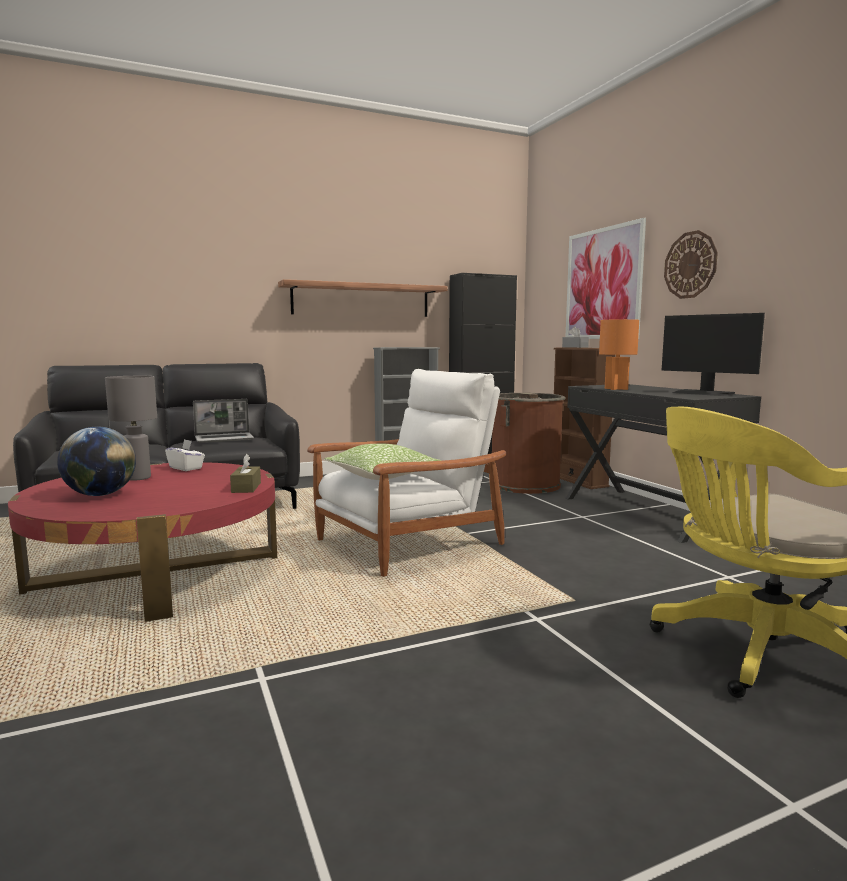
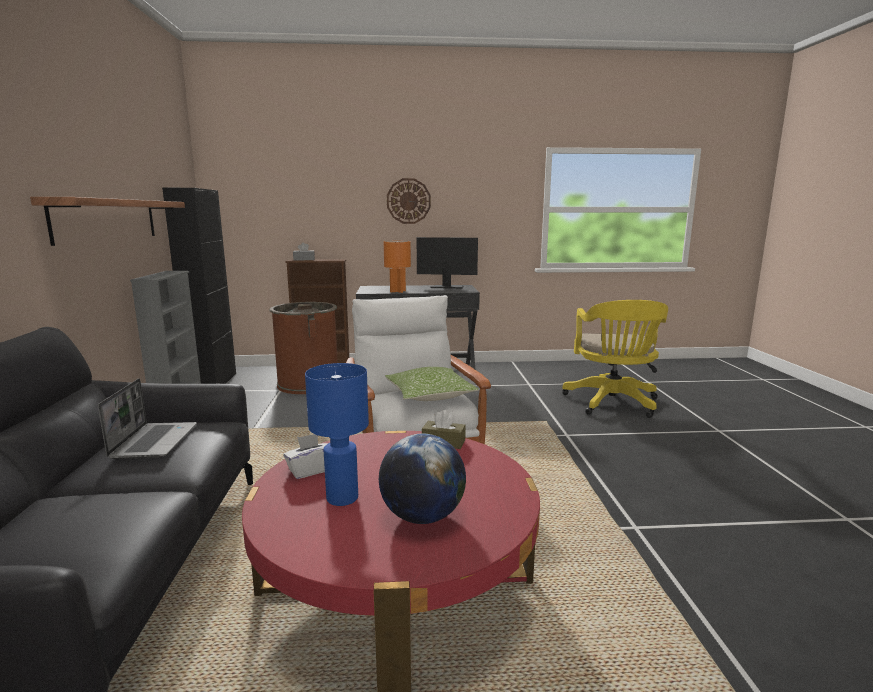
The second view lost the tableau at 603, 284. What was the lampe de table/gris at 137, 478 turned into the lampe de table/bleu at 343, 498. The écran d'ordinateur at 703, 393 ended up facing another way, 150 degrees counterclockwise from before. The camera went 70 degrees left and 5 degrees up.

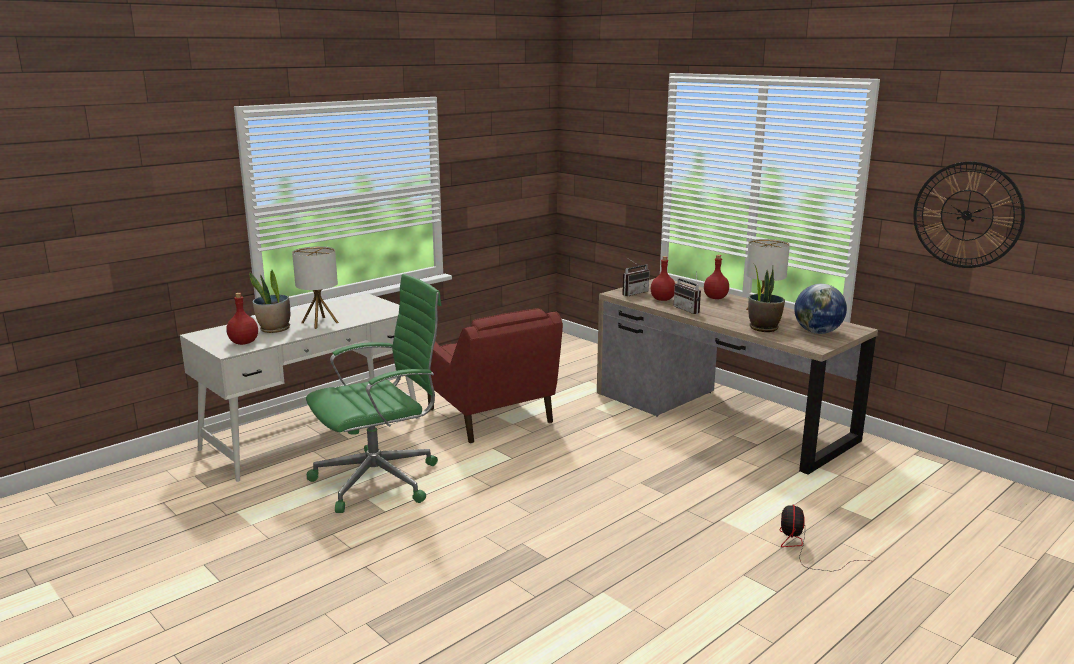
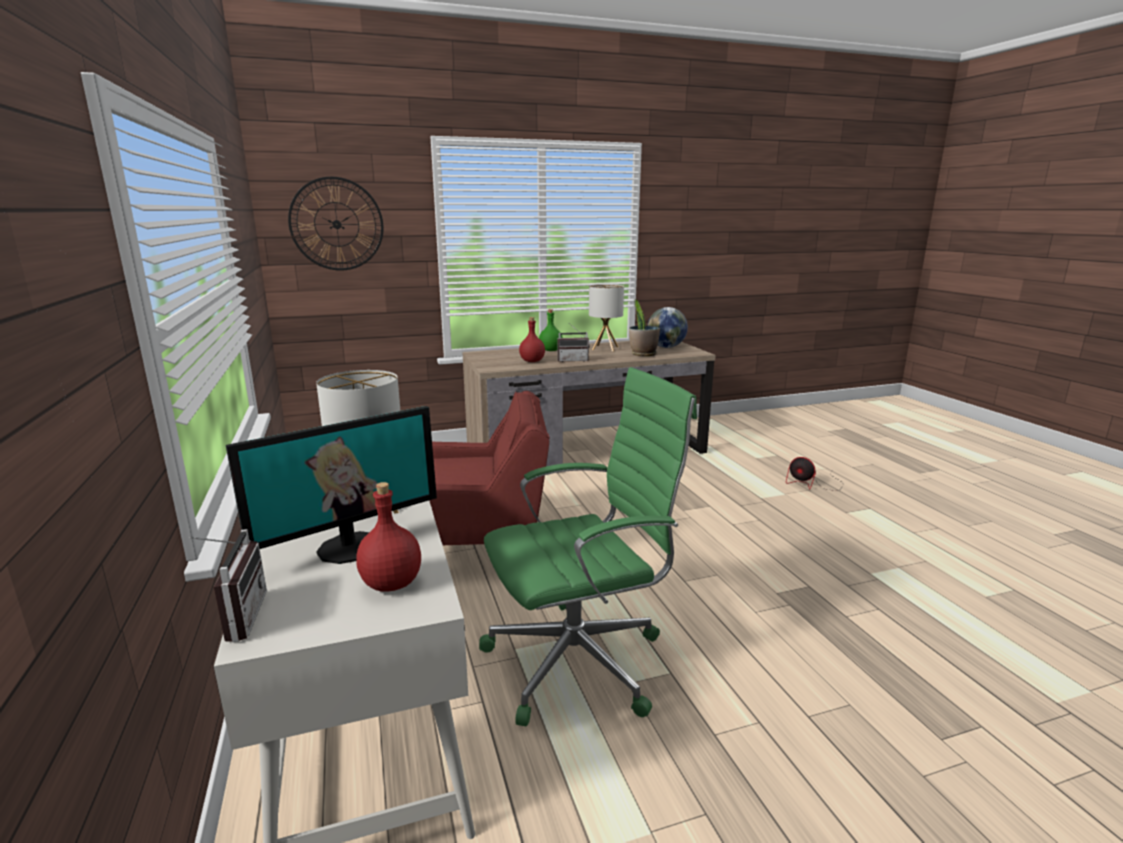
The radio ended up elsewhere, having gone from 633, 293 to 236, 617. The horloge murale ended up elsewhere, having gone from 967, 215 to 336, 224. Where the plante en pot stood at 274, 329, the écran d'ordinateur came to stand at 350, 547. What was the bouteille/rouge at 715, 298 turned into the bouteille/vert at 550, 350. The chaise de bureau/vert at 380, 480 ended up facing another way, 75 degrees clockwise from before. The camera went 65 degrees left and 0 degrees up.

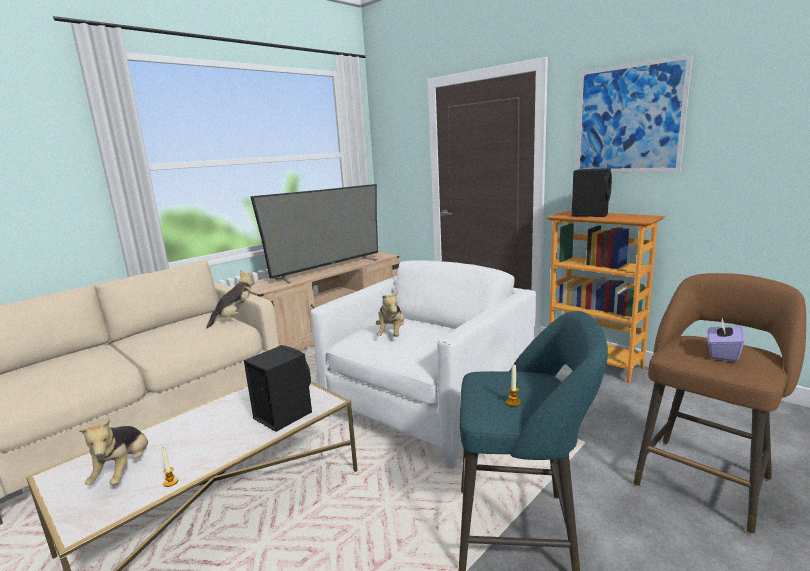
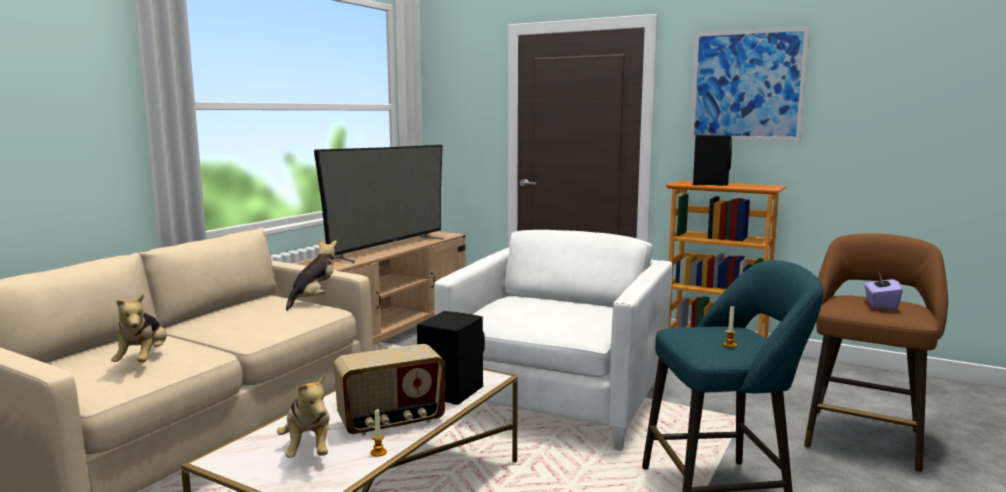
The second view gained the radio at 391, 422. The peluche ended up elsewhere, having gone from 392, 334 to 143, 360. The camera went 15 degrees left and 5 degrees down.

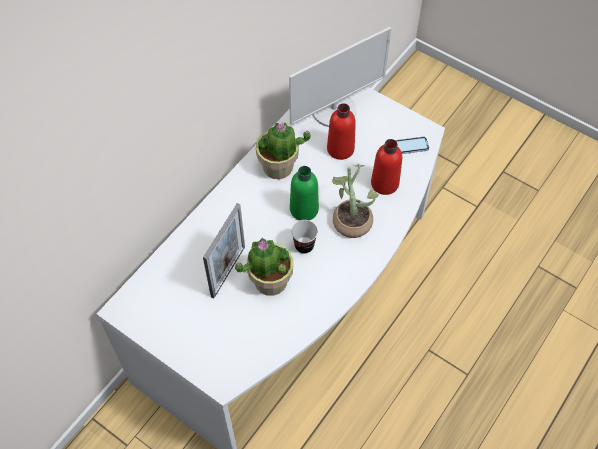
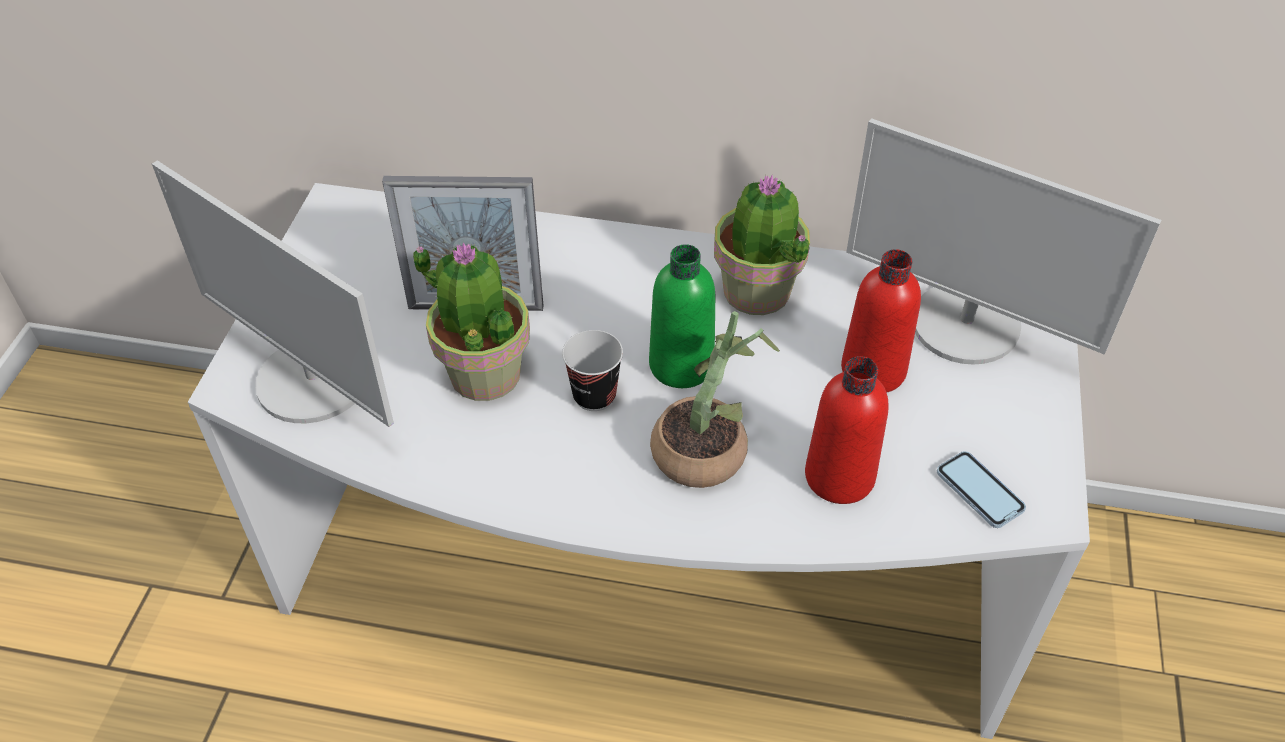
The second view gained the écran d'ordinateur at 313, 381. The camera went 65 degrees right and 10 degrees down.

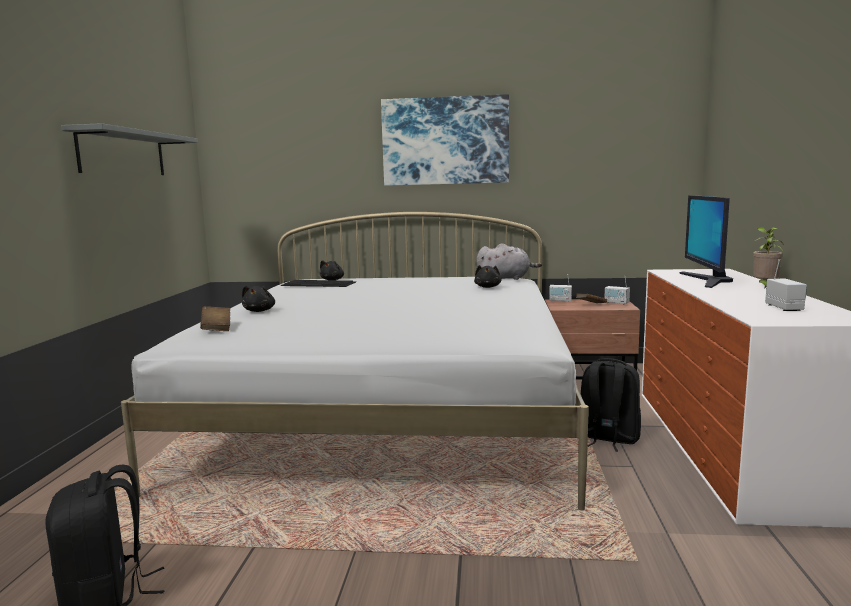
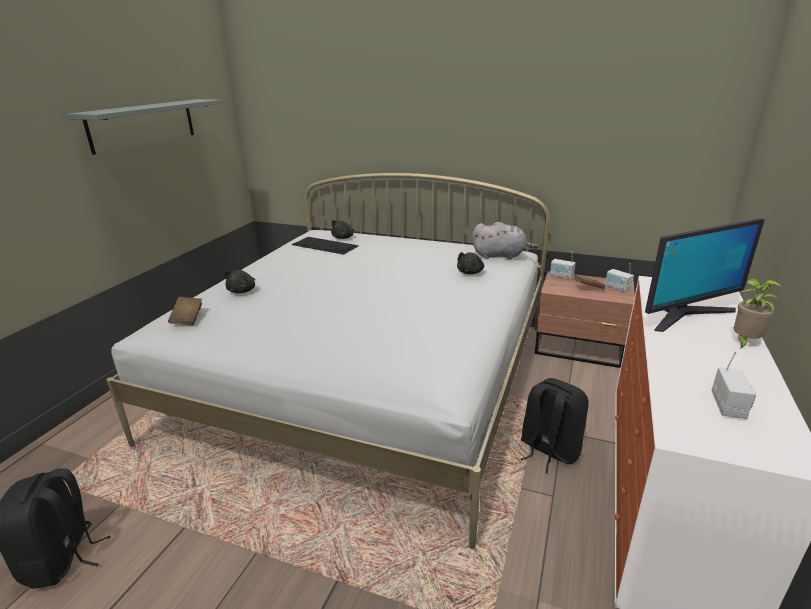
The second view lost the tableau at 445, 141. The écran d'ordinateur at 707, 280 ended up facing another way, 135 degrees counterclockwise from before. The camera went 15 degrees right and 15 degrees up.

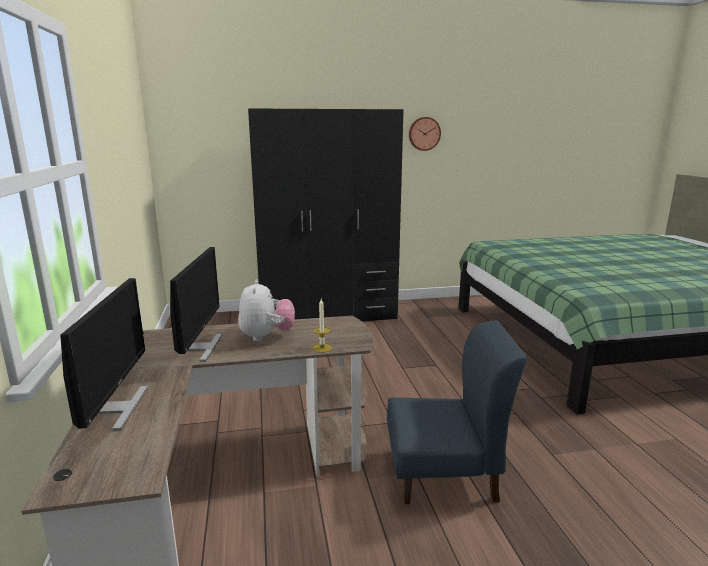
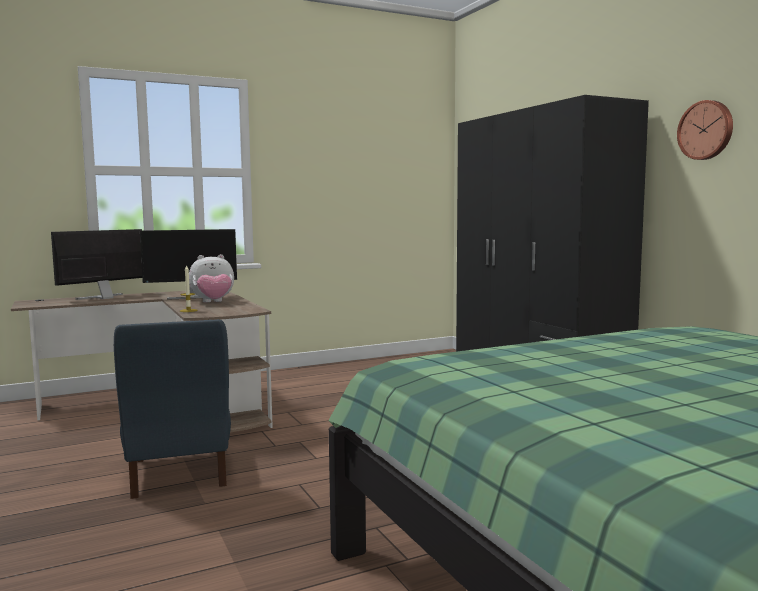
The écran d'ordinateur at 117, 408 ended up facing another way, 150 degrees clockwise from before. The camera went 75 degrees right and 10 degrees down.

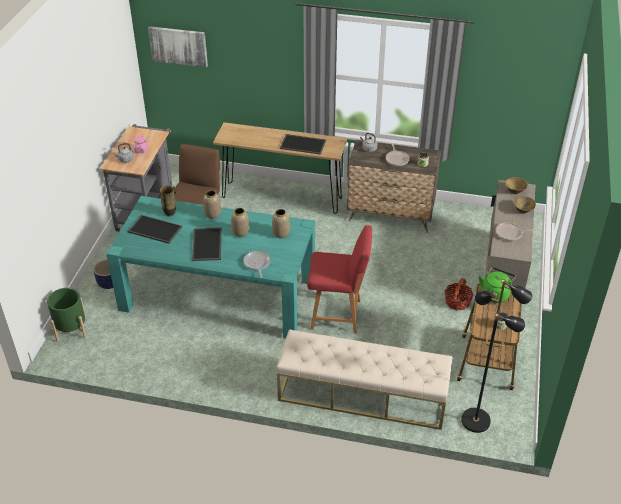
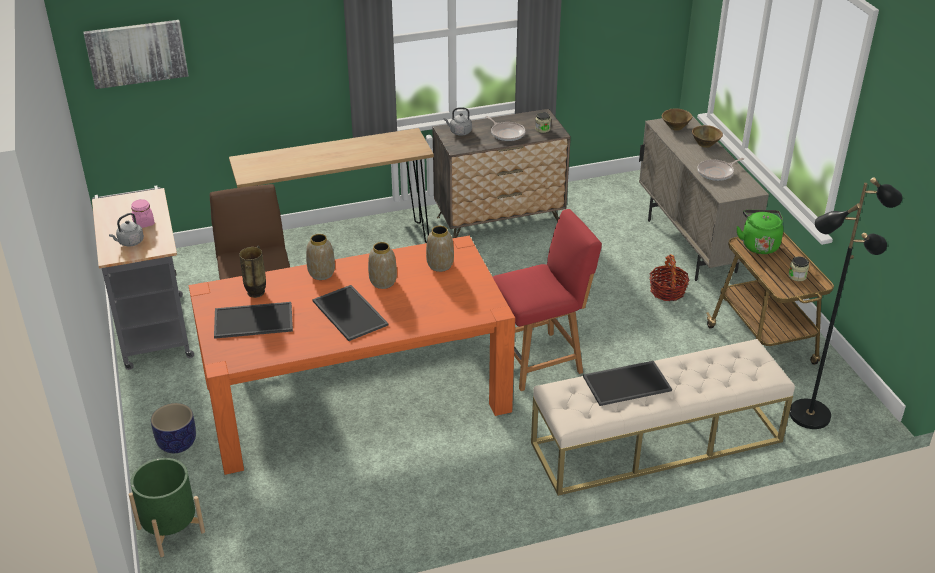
The second view lost the poêle at 257, 263. The plateau ended up elsewhere, having gone from 303, 144 to 627, 382. What was the table à manger/turquoise at 218, 293 turned into the table à manger/orange at 356, 395. The camera went 30 degrees left and 5 degrees down.

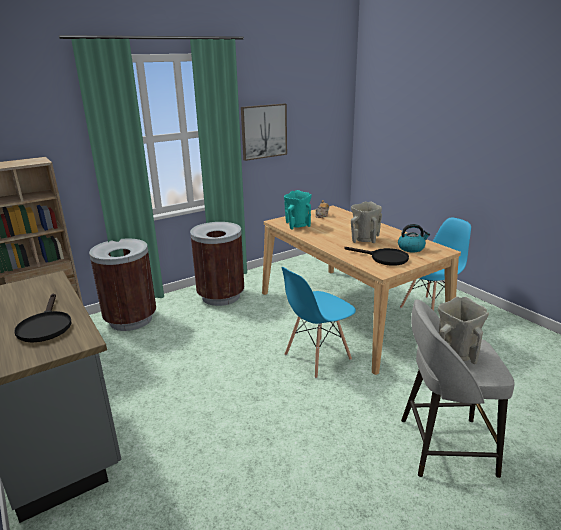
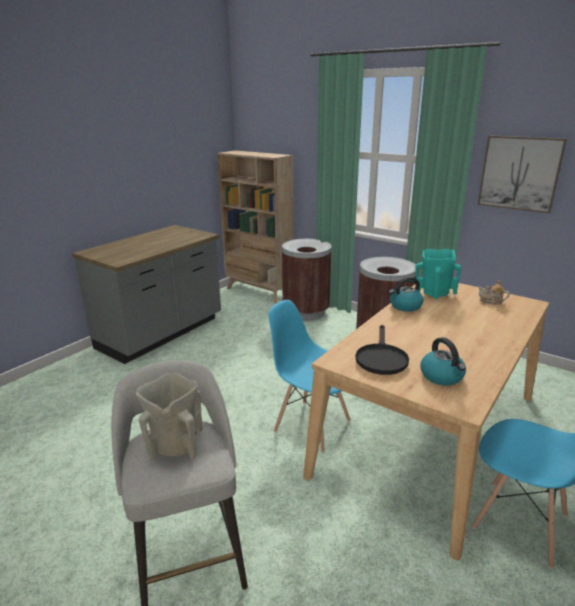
The second view lost the poêle/noir at 45, 326. The second view lost the vase/beige at 364, 240. The second view gained the bouilloire at 405, 306. The camera went 70 degrees right and 0 degrees up.

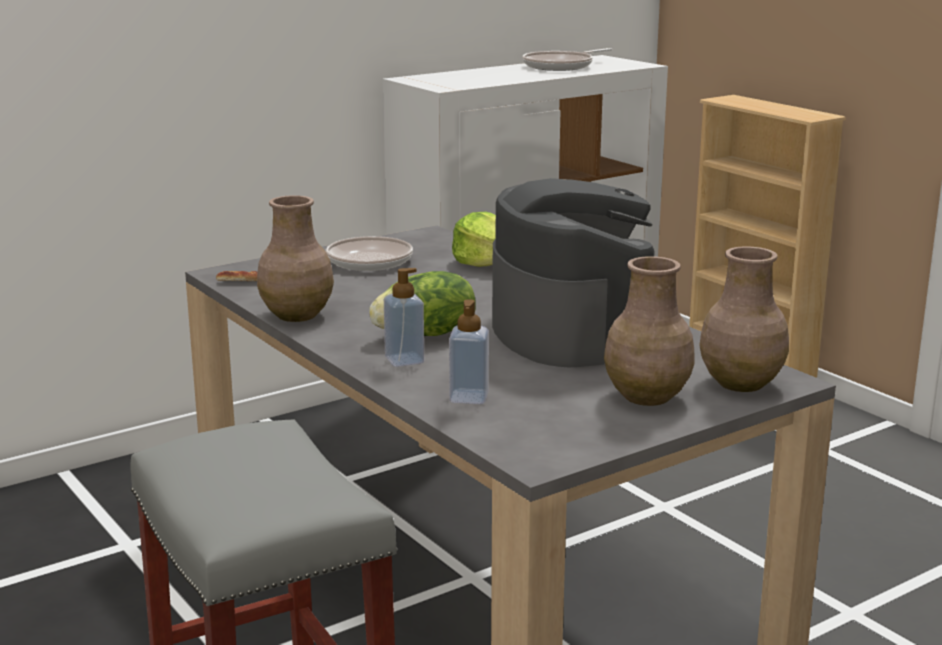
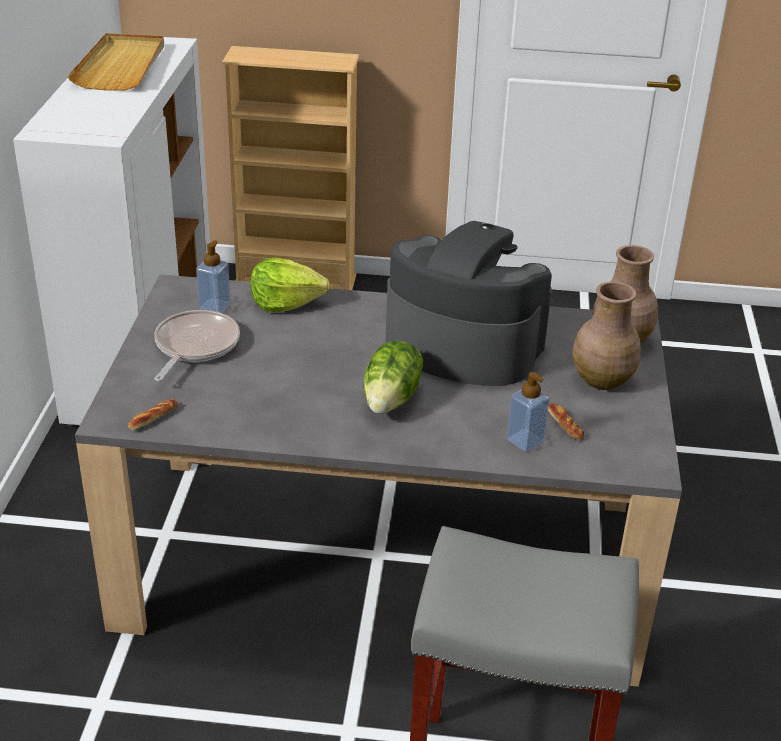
The second view lost the vase/marron at 296, 315. The second view gained the pain at 564, 425. The distributeur de savon ended up elsewhere, having gone from 404, 360 to 215, 307. Where the poêle stood at 561, 66, the plateau/beige came to stand at 121, 66. The camera went 50 degrees left and 15 degrees up.

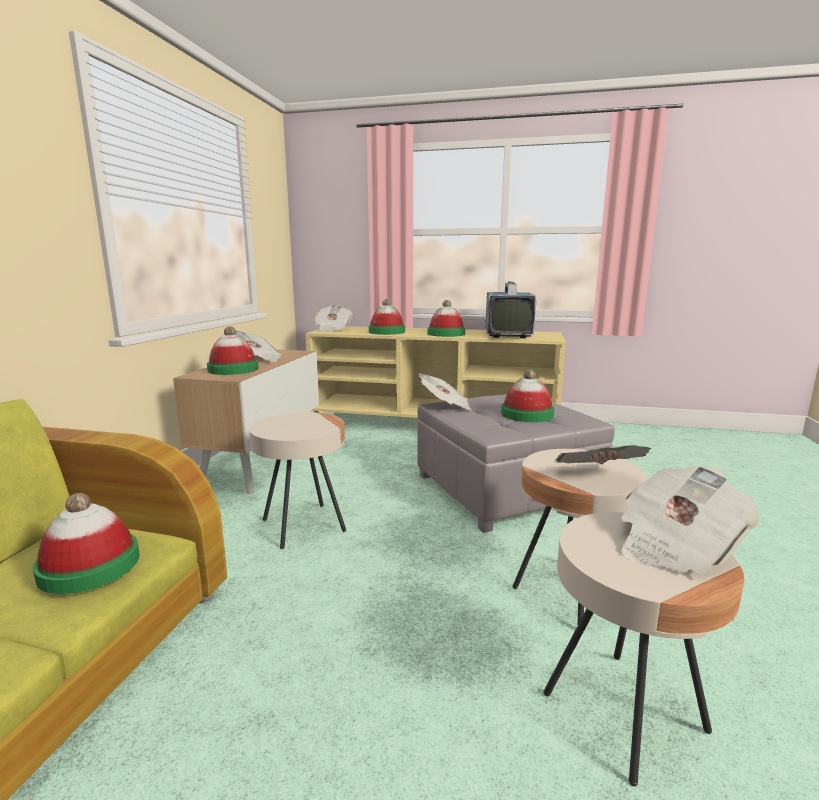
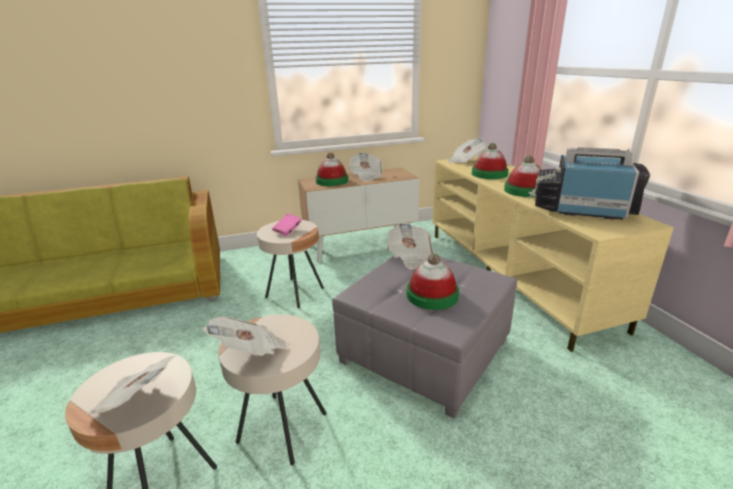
The second view lost the chapeau at 90, 566. The second view gained the livre/rose at 288, 231. The téléviseur at 508, 334 ended up facing another way, 135 degrees counterclockwise from before. The camera went 60 degrees right and 10 degrees up.

